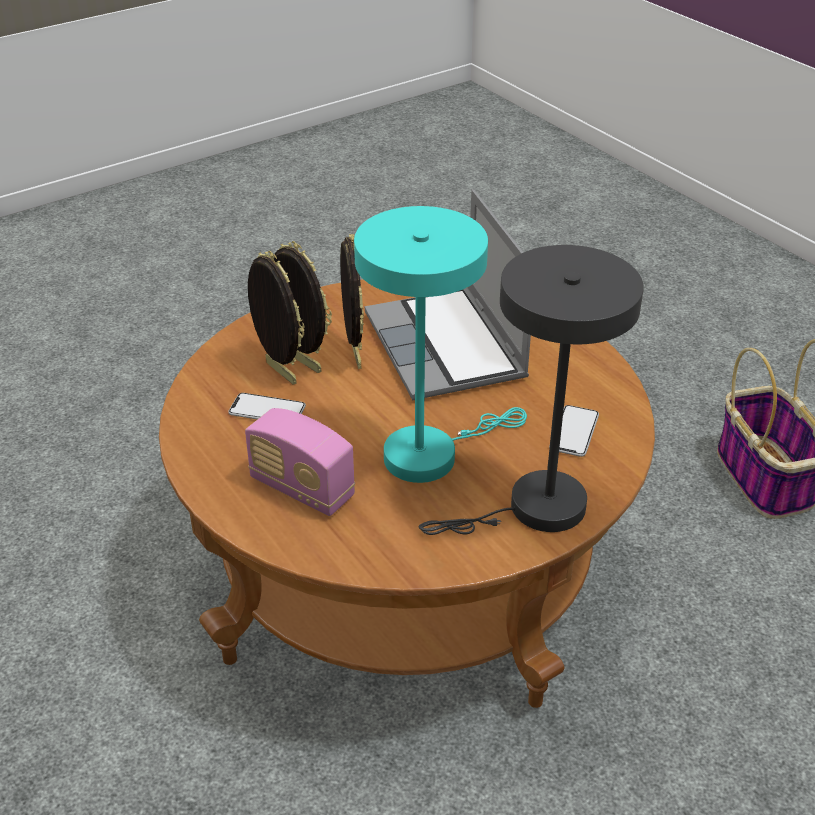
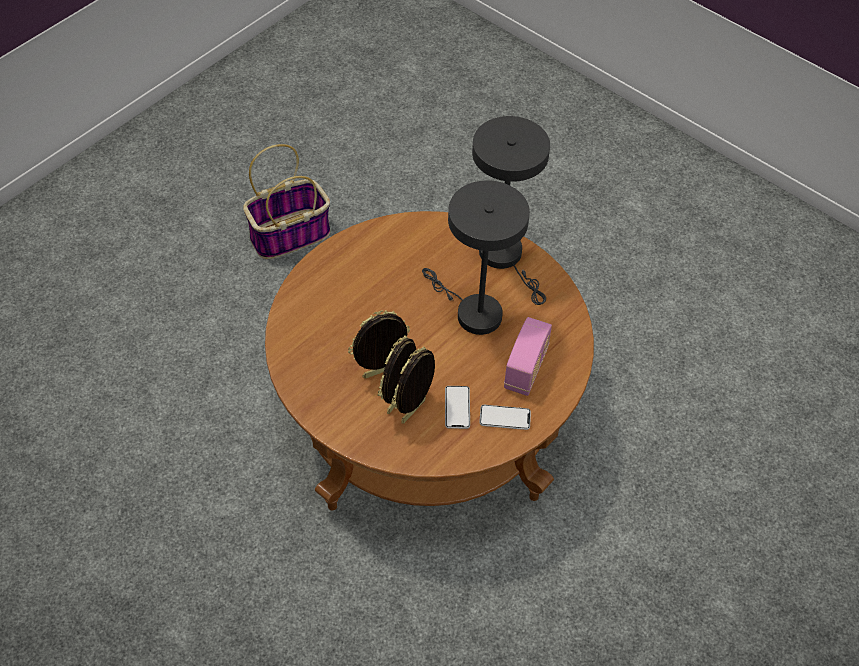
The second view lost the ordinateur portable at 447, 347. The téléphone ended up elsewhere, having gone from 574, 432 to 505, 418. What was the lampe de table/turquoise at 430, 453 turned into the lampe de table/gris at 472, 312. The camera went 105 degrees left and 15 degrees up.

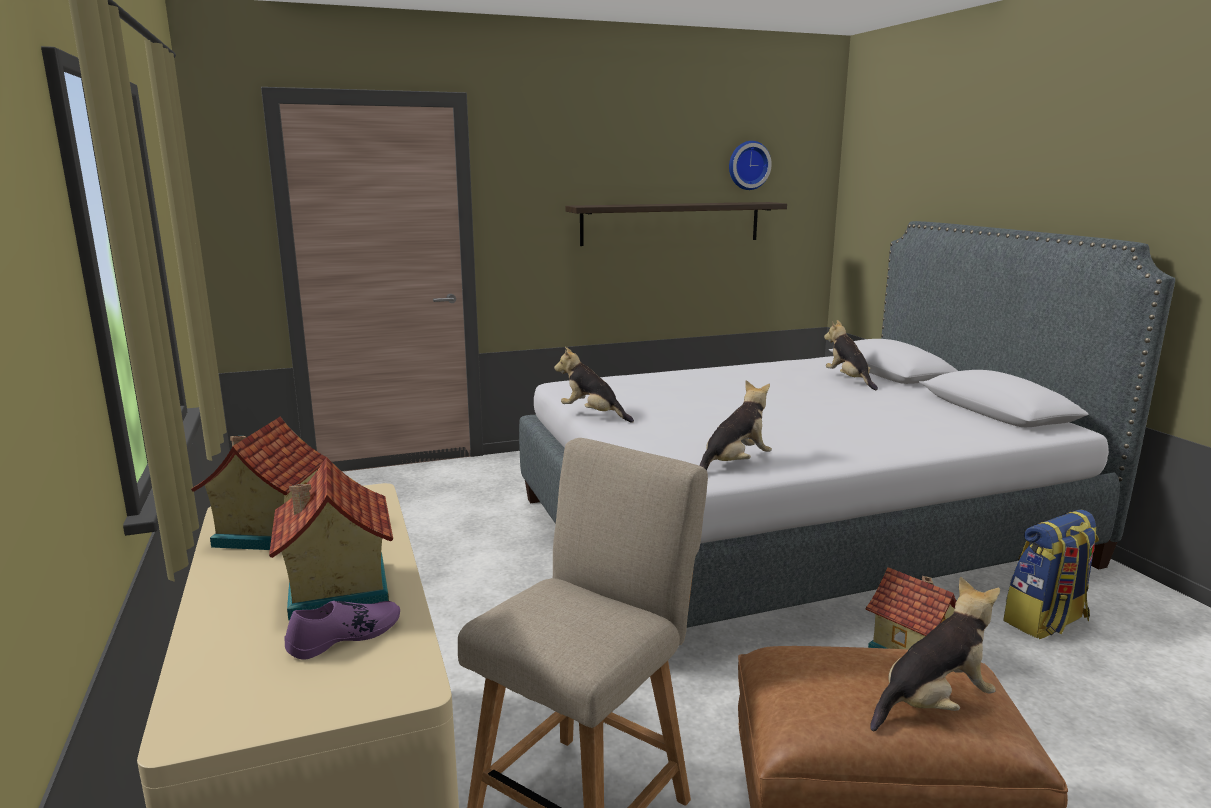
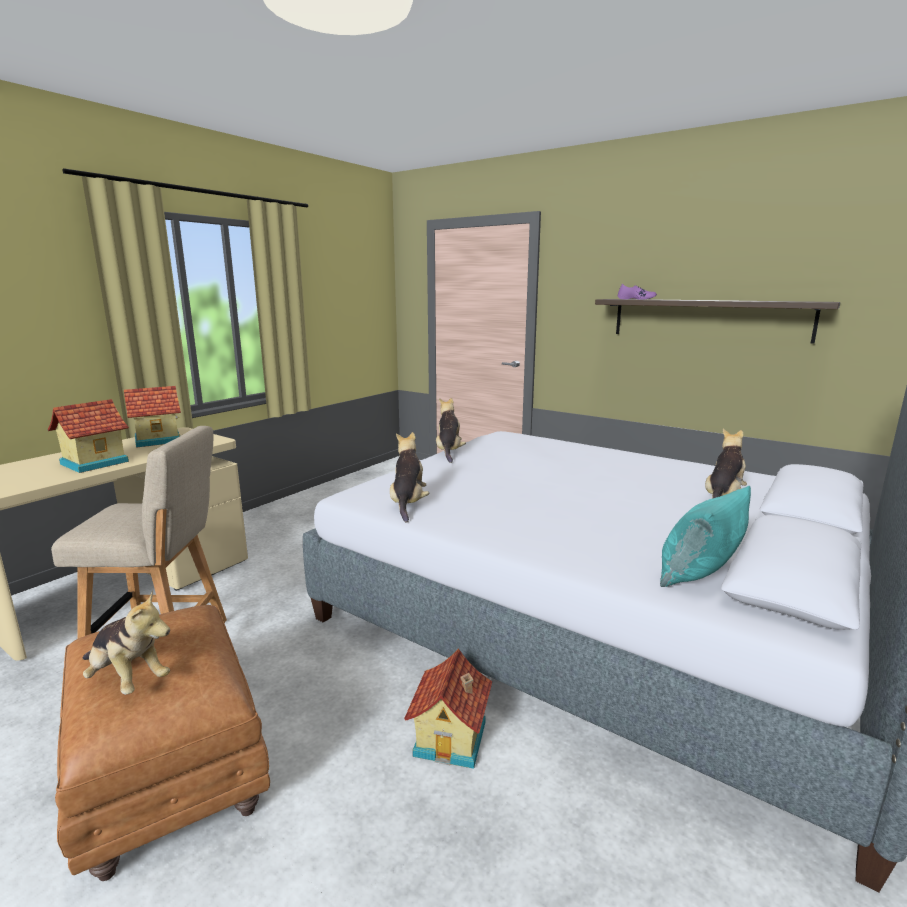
The second view lost the horloge murale at 748, 165. The second view lost the sac à dos at 1046, 622. The second view gained the coussin/turquoise at 698, 575. The chaussure/violet ended up elsewhere, having gone from 345, 636 to 636, 299. The peluche at 735, 464 ended up facing another way, 105 degrees counterclockwise from before. The camera went 55 degrees right and 0 degrees up.

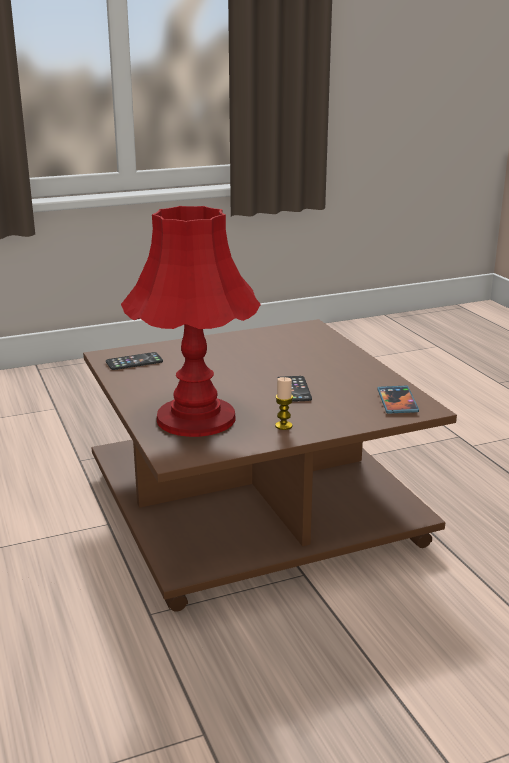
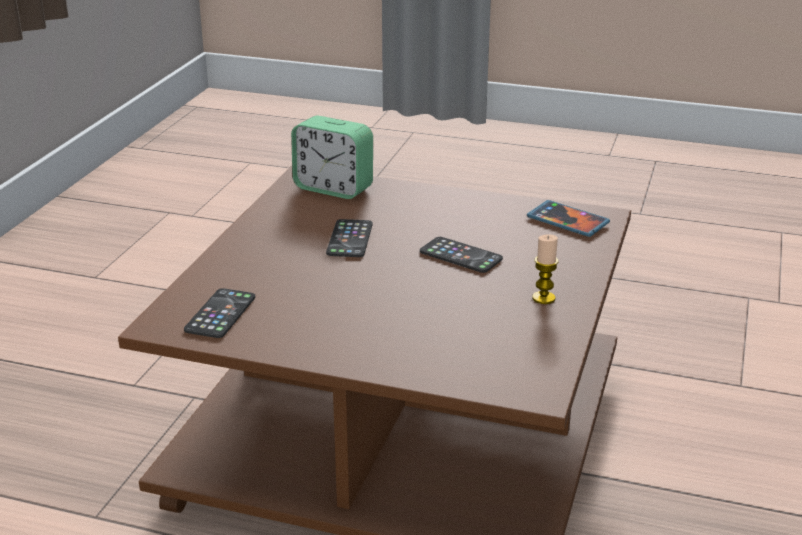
The second view lost the lampe de table/rouge at 195, 418. The second view gained the réveil at 333, 188. The second view gained the téléphone at 350, 239. The camera went 50 degrees left and 5 degrees up.

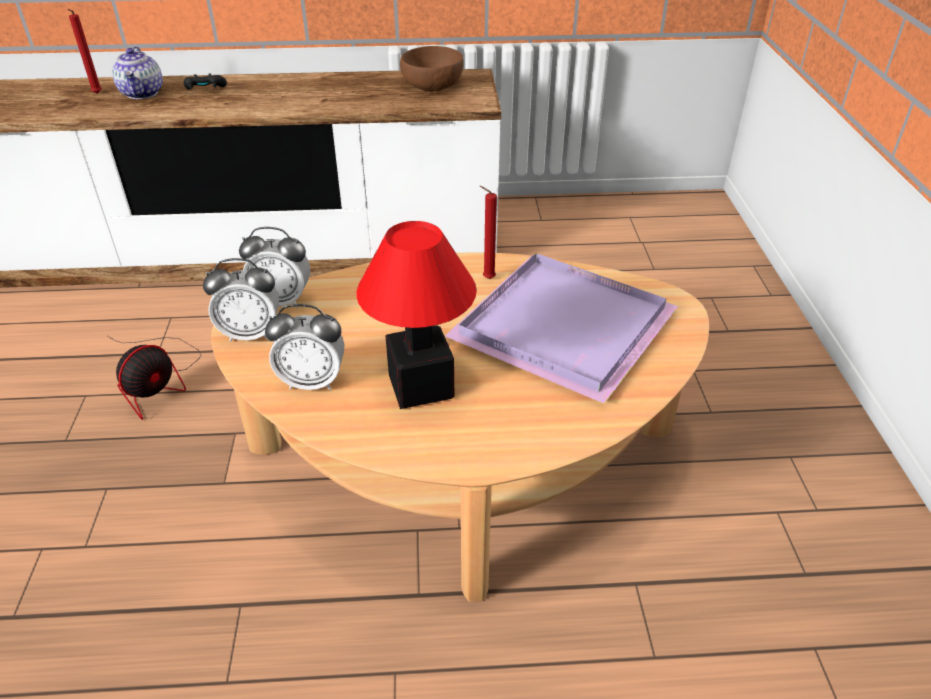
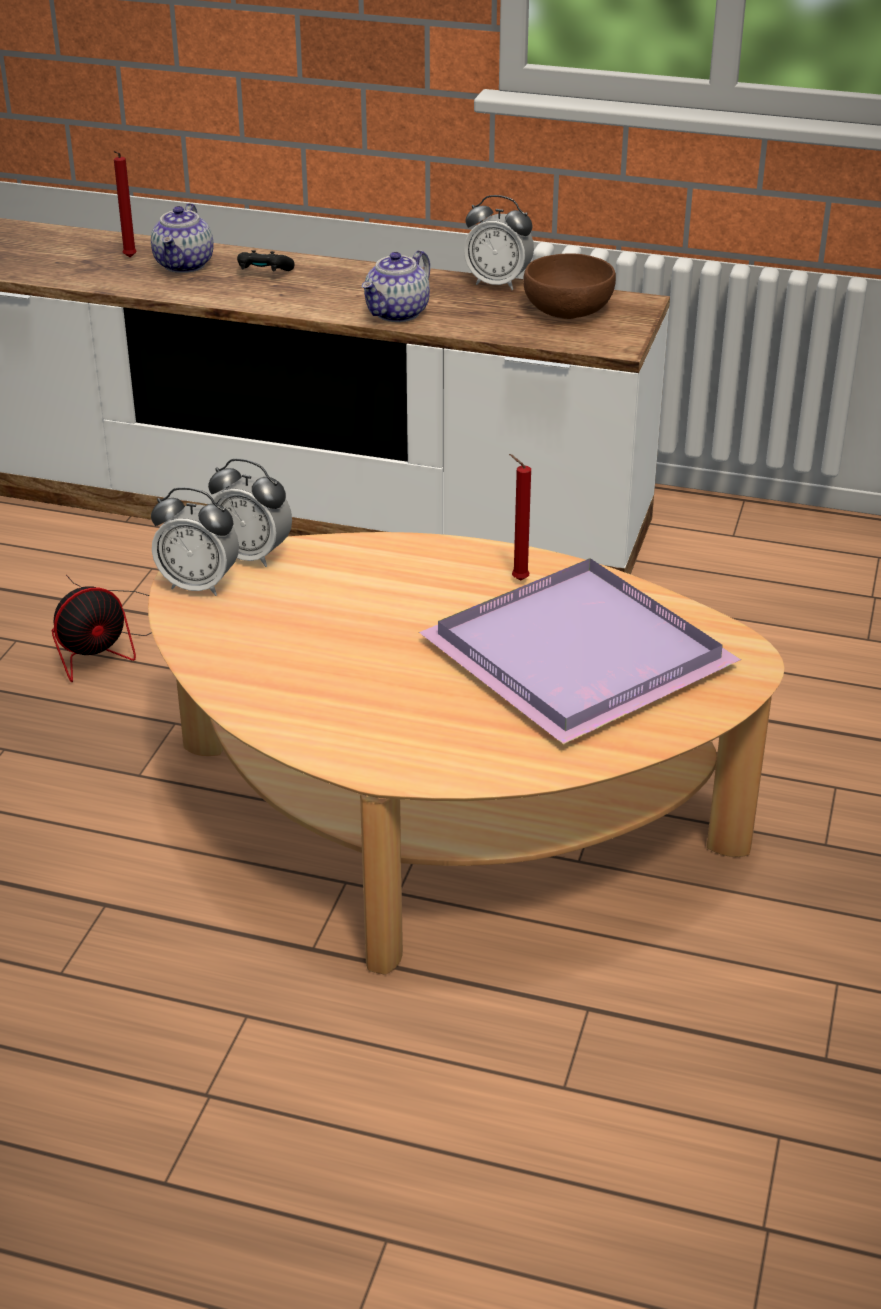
The second view lost the lampe de table at 421, 387. The second view gained the théière at 397, 313. The réveil ended up elsewhere, having gone from 312, 381 to 498, 283. The camera went 20 degrees right and 5 degrees down.

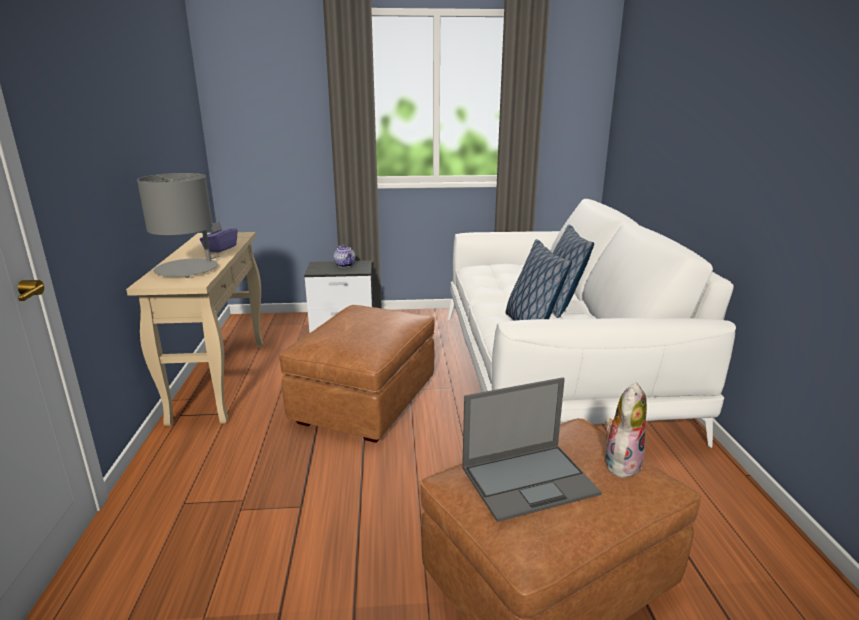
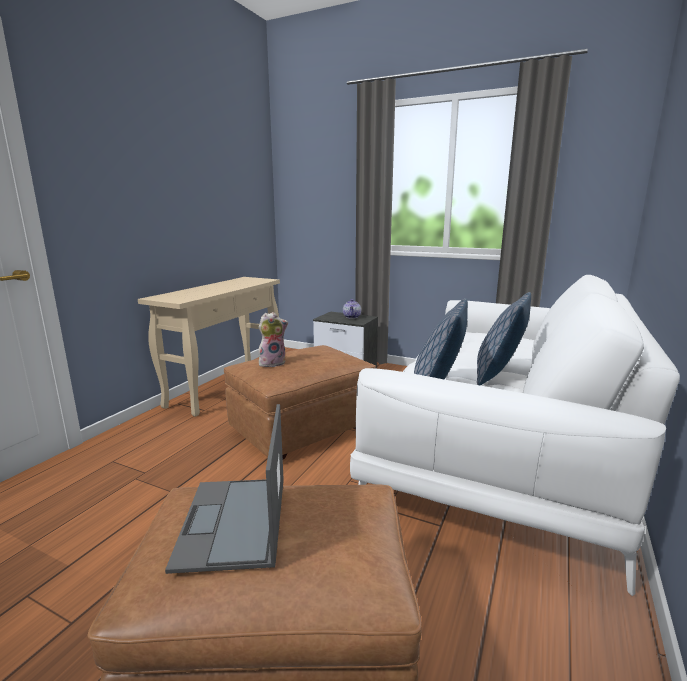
The second view lost the lampe de table/gris at 187, 269. The second view lost the boîte à mouchoirs/violet at 220, 248. The peluche ended up elsewhere, having gone from 620, 462 to 272, 363. The ordinateur portable at 530, 480 ended up facing another way, 75 degrees clockwise from before. The camera went 30 degrees right and 5 degrees down.

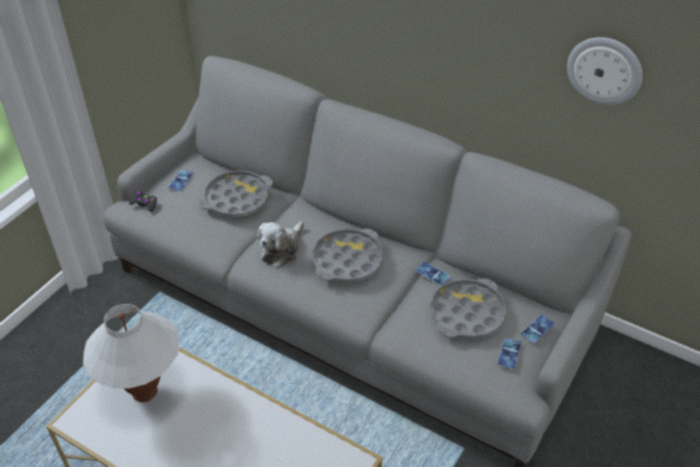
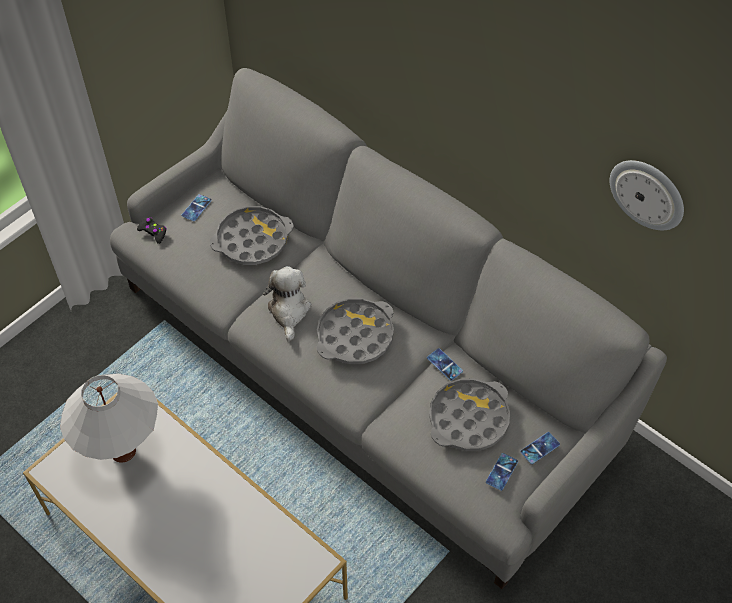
The peluche at 282, 249 ended up facing another way, 135 degrees clockwise from before. The camera went 10 degrees right and 10 degrees up.

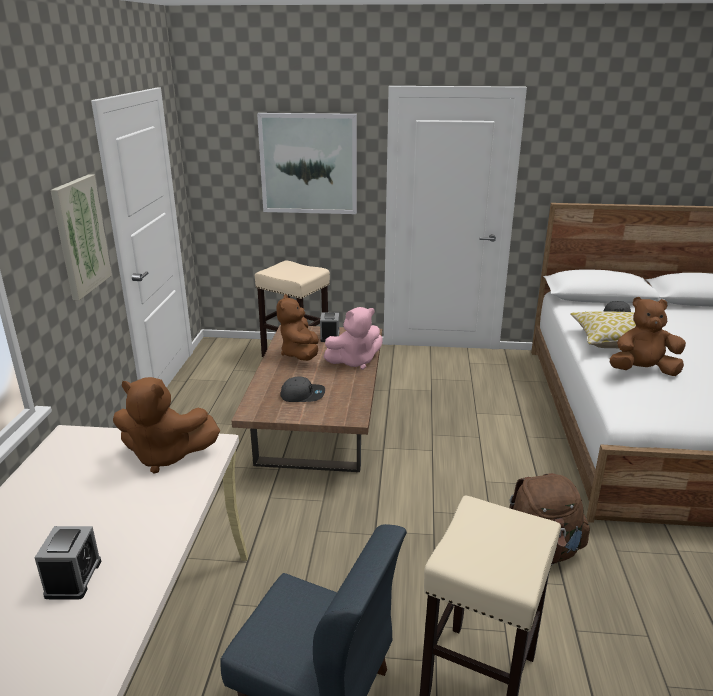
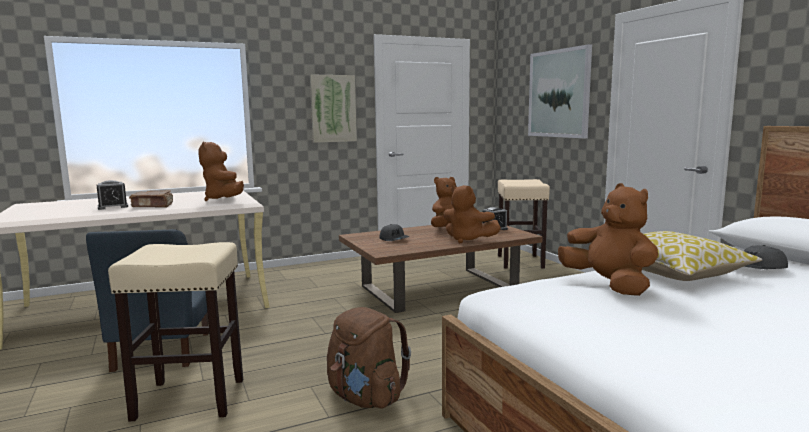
The second view gained the livre/marron at 153, 206. What was the peluche/rose at 354, 361 turned into the peluche/marron at 467, 240. The camera went 60 degrees right and 15 degrees down.

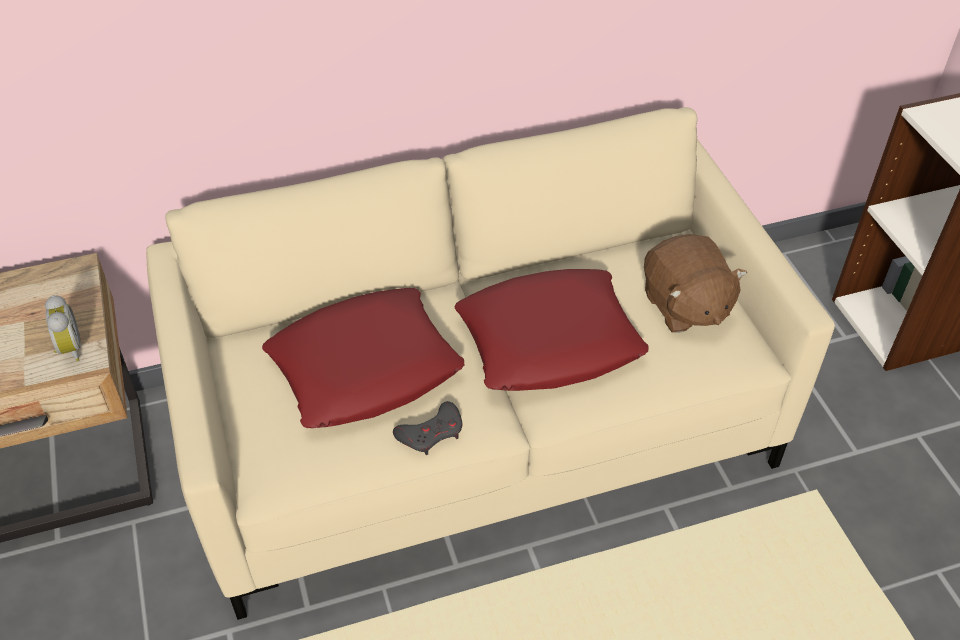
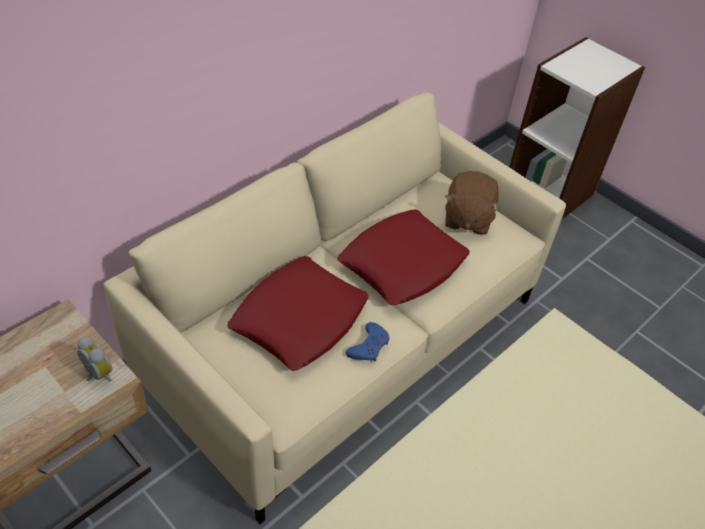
What was the manette/gris at 431, 433 turned into the manette/bleu at 369, 346. The peluche/marron at 685, 306 ended up facing another way, 60 degrees clockwise from before. The camera went 30 degrees left and 0 degrees up.

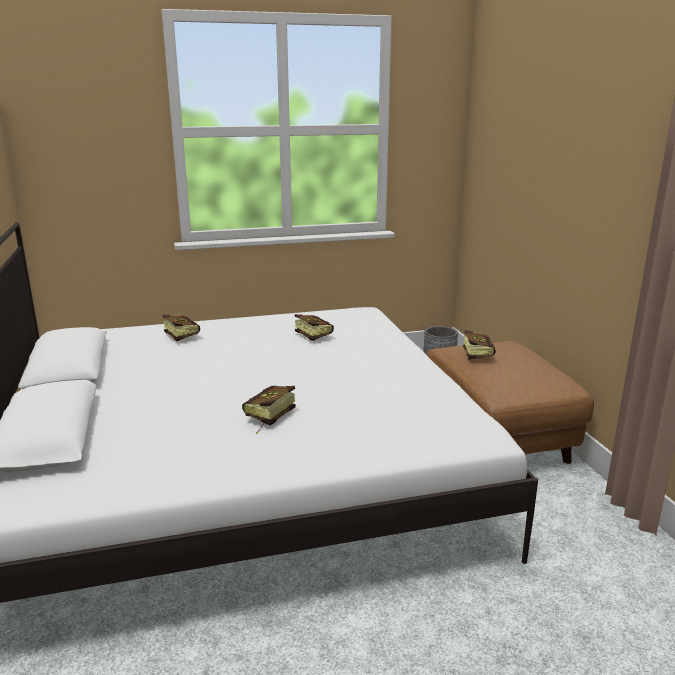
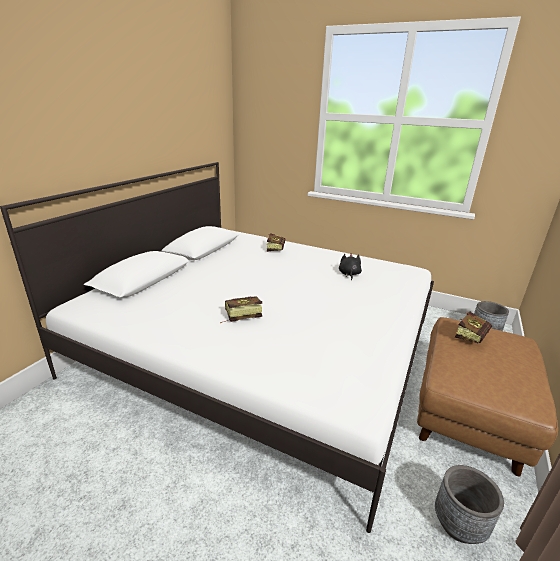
The second view gained the cache-pot/gris at 459, 524. Where the livre stood at 311, 335, the peluche/noir came to stand at 349, 274. The camera went 40 degrees right and 5 degrees up.

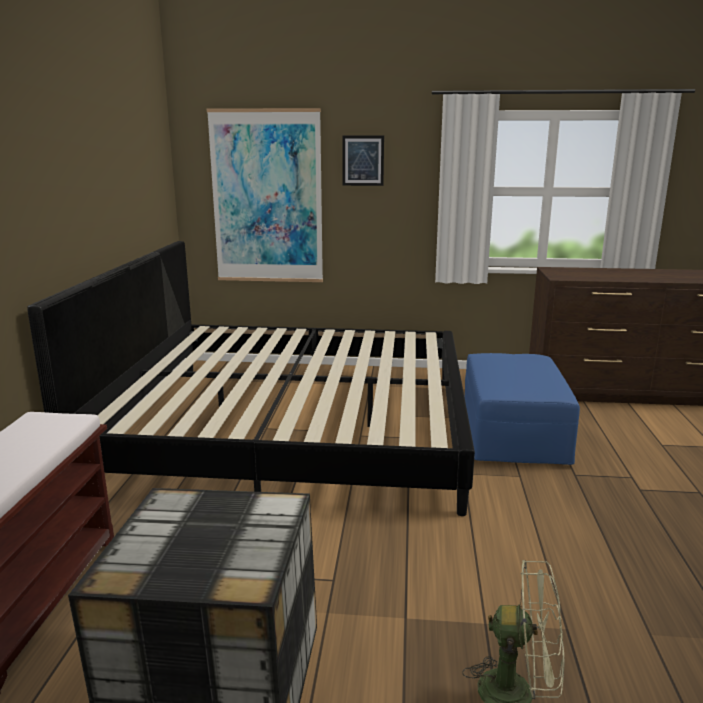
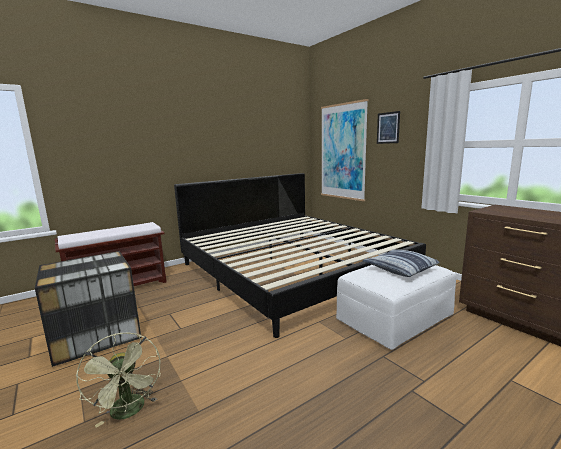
The second view gained the coussin at 400, 269. What was the pouf/bleu at 513, 433 turned into the pouf/blanc at 394, 317. The camera went 50 degrees right and 5 degrees down.

